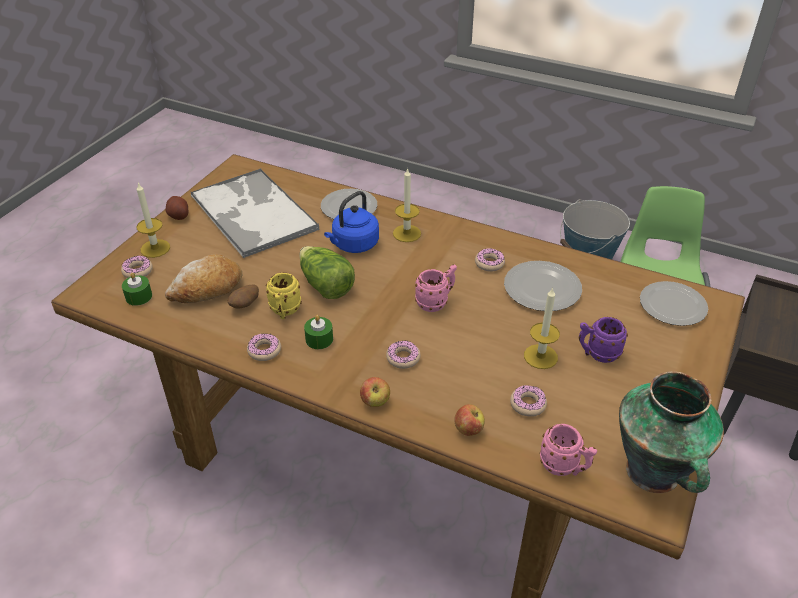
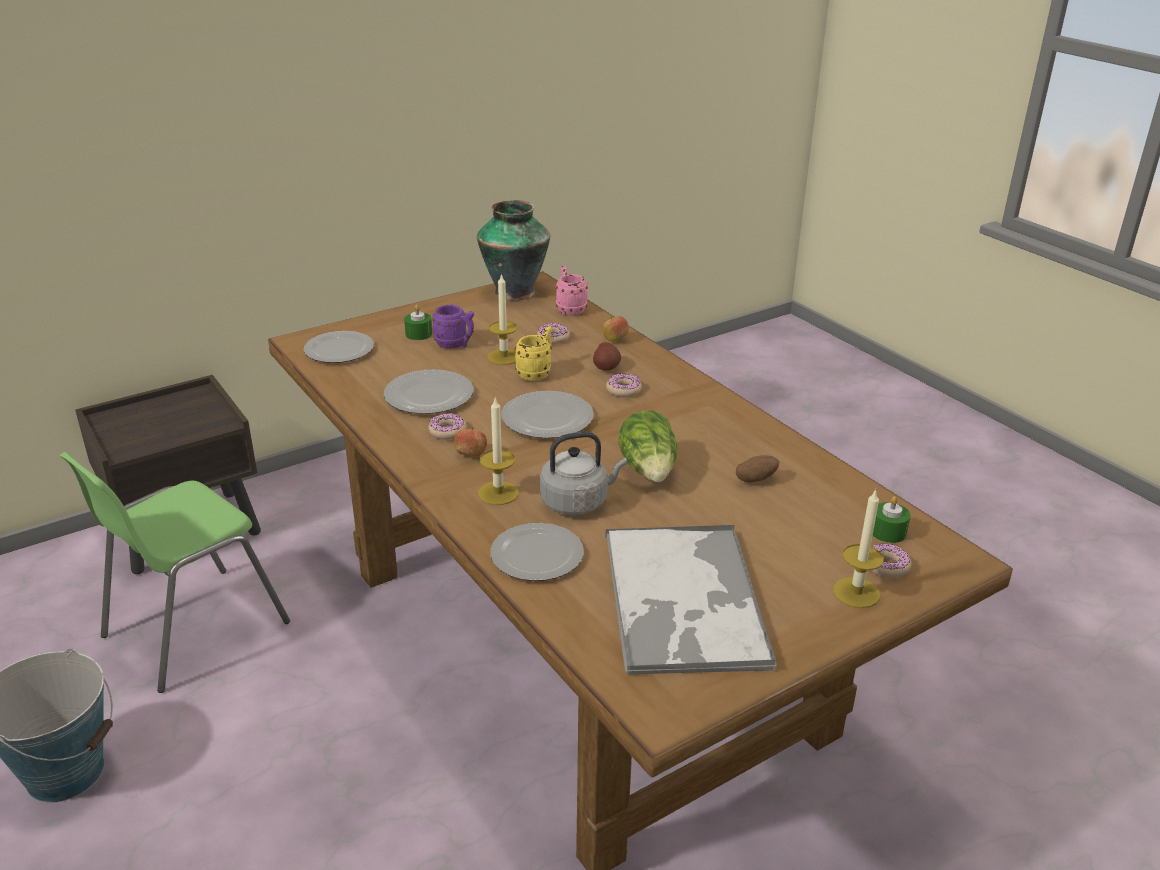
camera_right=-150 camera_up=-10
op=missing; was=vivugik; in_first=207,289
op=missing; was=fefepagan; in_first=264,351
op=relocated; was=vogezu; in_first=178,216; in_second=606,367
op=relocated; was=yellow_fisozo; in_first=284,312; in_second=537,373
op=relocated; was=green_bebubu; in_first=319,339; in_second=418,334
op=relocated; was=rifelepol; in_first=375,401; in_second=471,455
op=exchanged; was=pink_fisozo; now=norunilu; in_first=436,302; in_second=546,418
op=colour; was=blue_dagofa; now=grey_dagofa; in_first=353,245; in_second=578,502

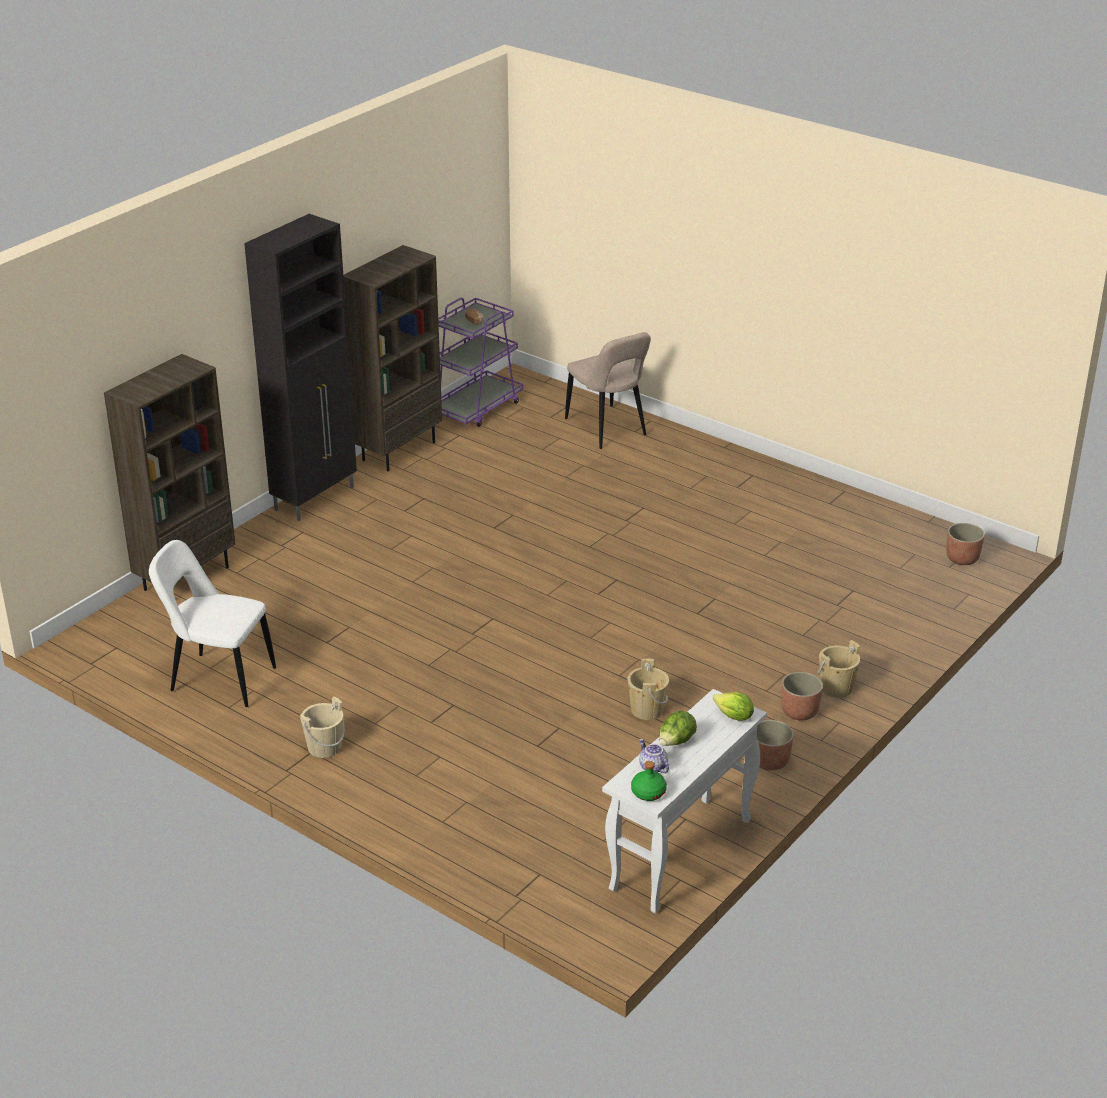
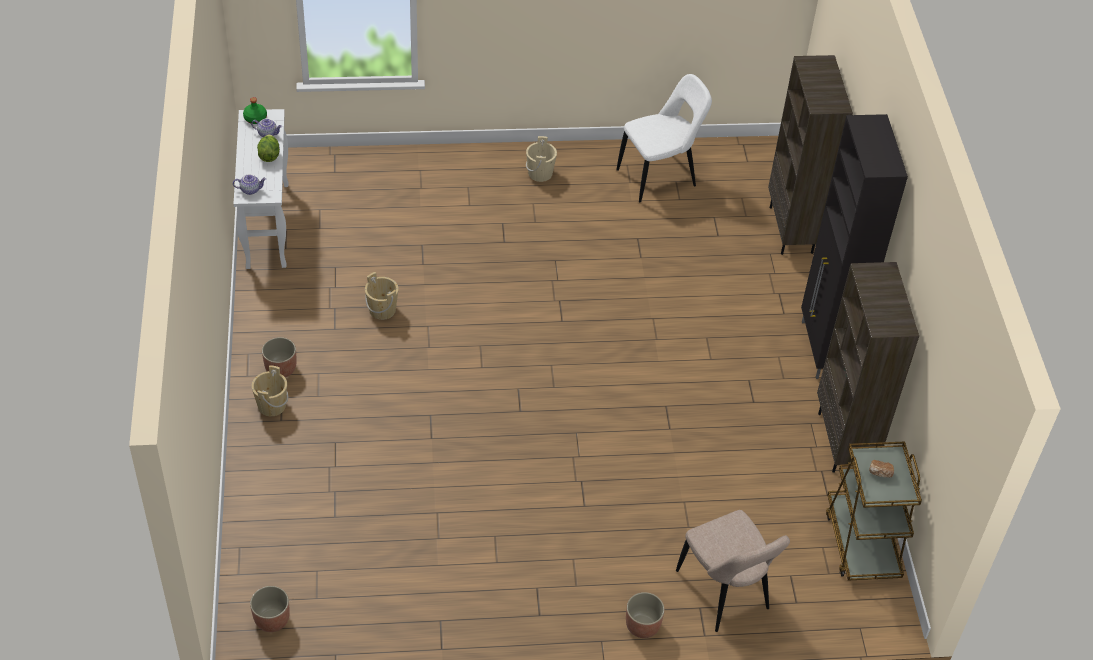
camera_right=135 camera_up=15
op=relocated; was=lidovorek; in_first=770,761; in_second=642,626
op=exchanged; was=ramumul; now=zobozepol; in_first=734,716; in_second=250,189
op=colour; was=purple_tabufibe; now=brown_tabufibe; in_first=477,408; in_second=862,542
op=spun; was=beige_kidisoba; in_first=607,429; in_second=725,593; clockwise=-135

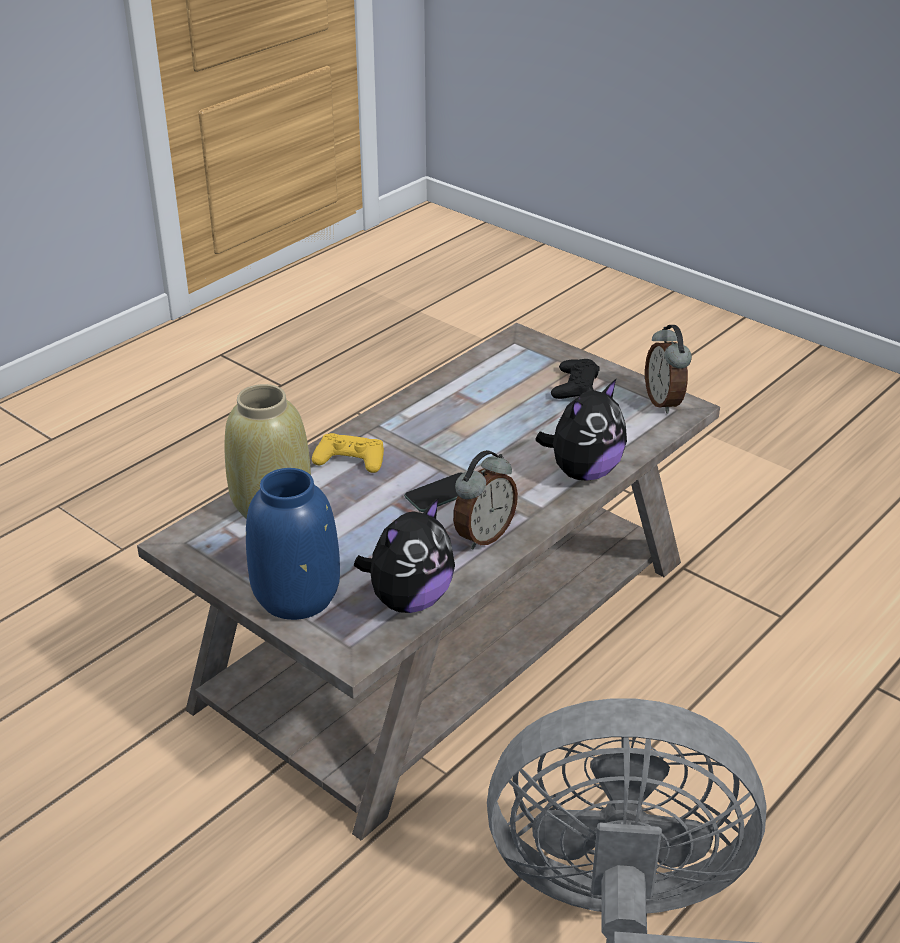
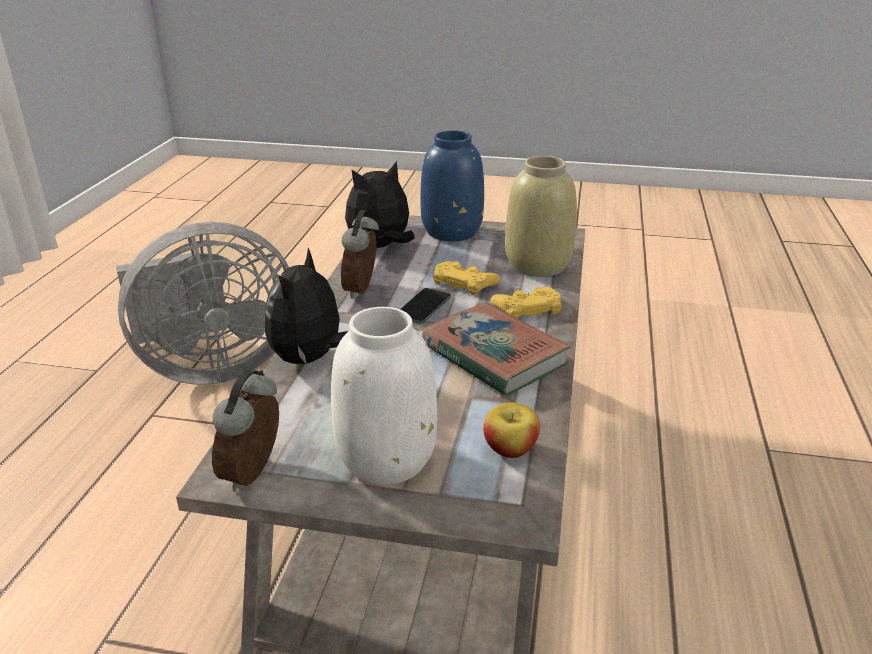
camera_right=150 camera_up=-5
op=appeared; now=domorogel; in_second=493,355
op=appeared; now=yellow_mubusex; in_second=464,283
op=appeared; now=rifelepol; in_second=510,449
op=exchanged; was=black_mubusex; now=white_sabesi; in_first=575,386; in_second=385,458
op=spun; was=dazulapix; in_first=409,600; in_second=380,247; clockwise=45
op=spun; was=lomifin; in_first=664,402; in_second=255,474; clockwise=-120

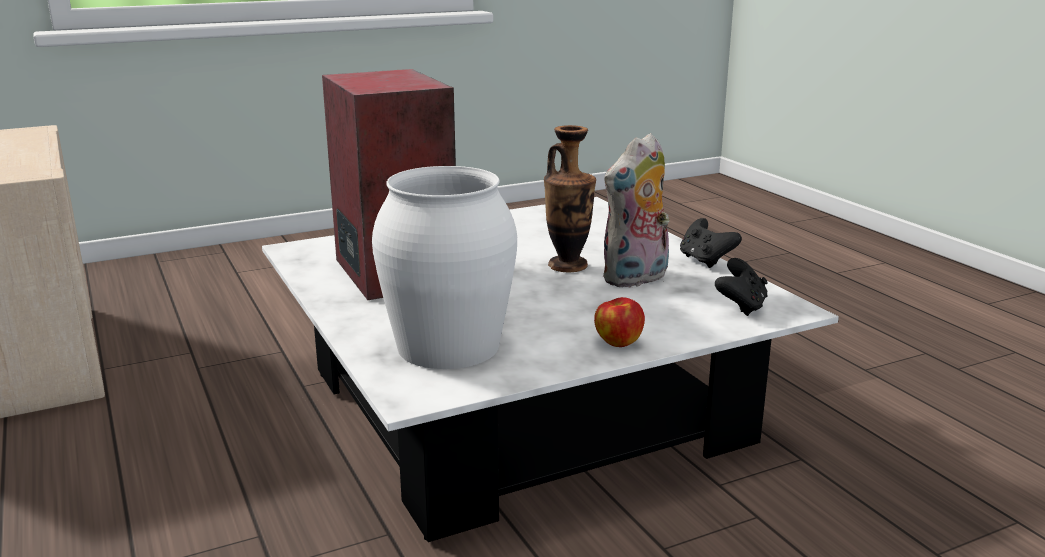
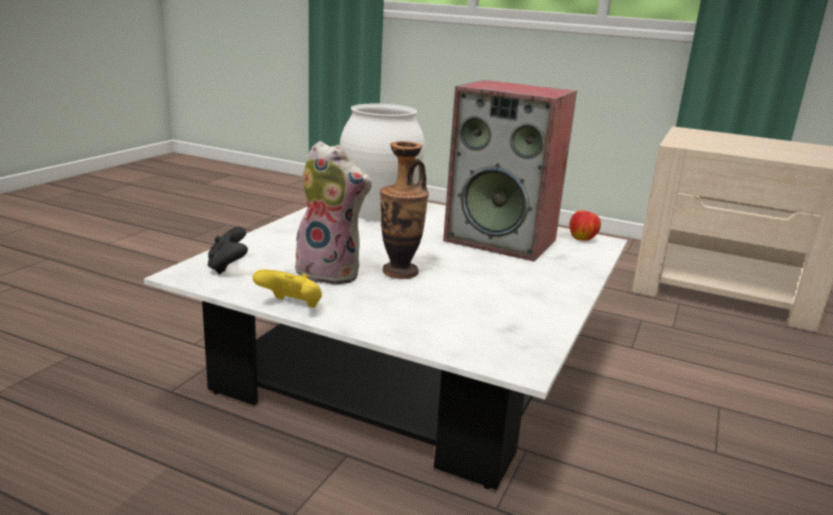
camera_right=140 camera_up=0
op=relocated; was=rifelepol; in_first=618,342; in_second=582,239
op=colour; was=black_mubusex; now=yellow_mubusex; in_first=705,261; in_second=291,307
op=spun; was=dazulapix; in_first=636,279; in_second=332,273; clockwise=105

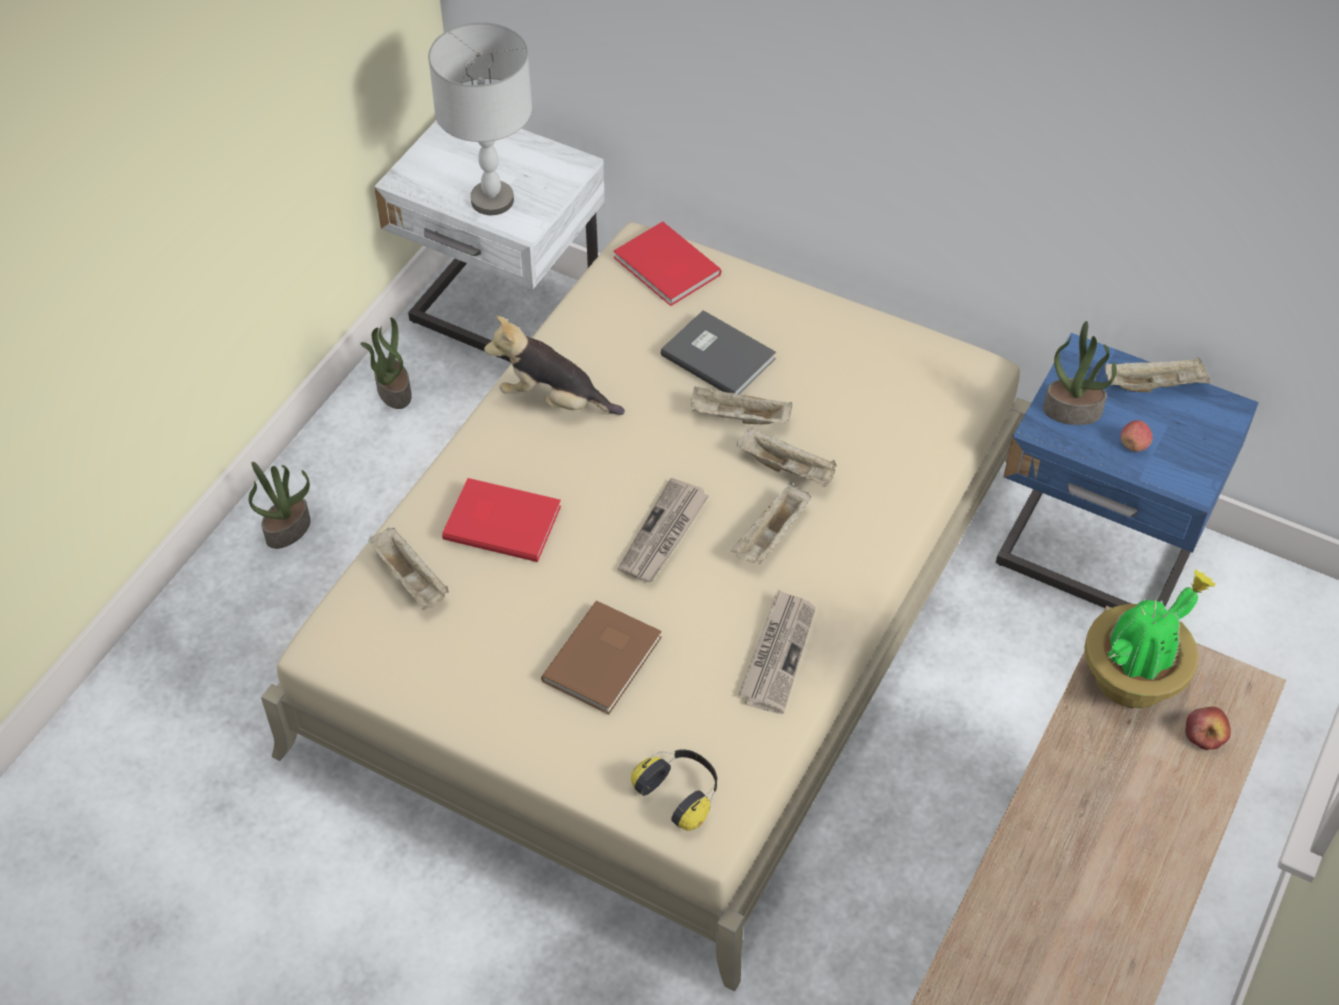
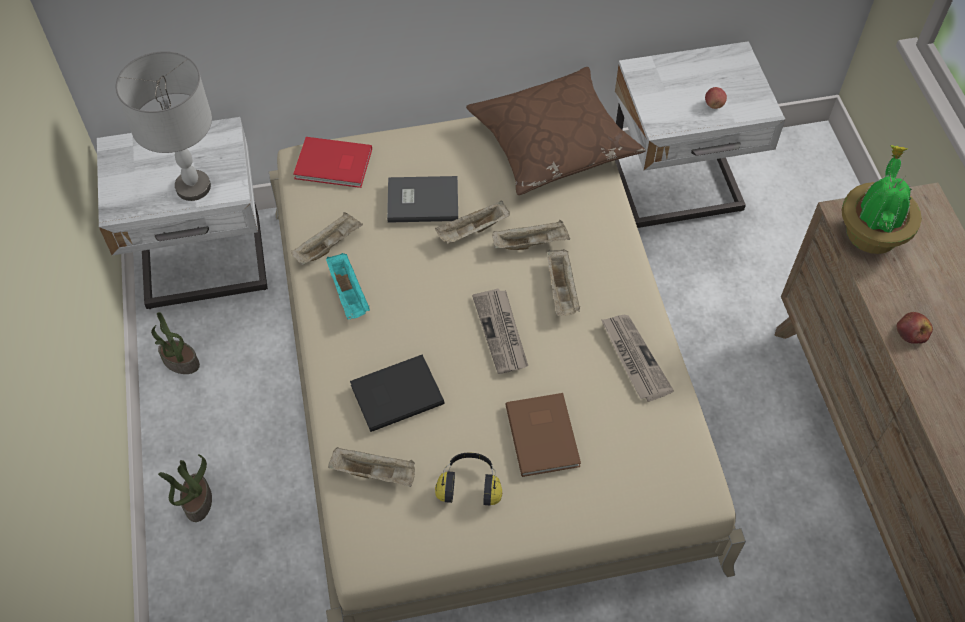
camera_right=-40 camera_up=5
op=missing; was=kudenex; in_first=1073,410
op=appeared; now=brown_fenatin; in_second=553,142
op=relocated; was=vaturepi; in_first=681,793; in_second=470,484
op=relocated; was=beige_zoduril; in_first=1154,385; in_second=328,246
op=relocated; was=rifelepol; in_first=1205,733; in_second=912,332
op=exchanged; was=dazulapix; now=turquoise_zoduril; in_first=554,400; in_second=349,294
op=colour; was=red_domorogel; now=black_domorogel; in_first=501,520; in_second=395,393
op=colour; was=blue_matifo; now=white_matifo; in_first=1096,556; in_second=678,189

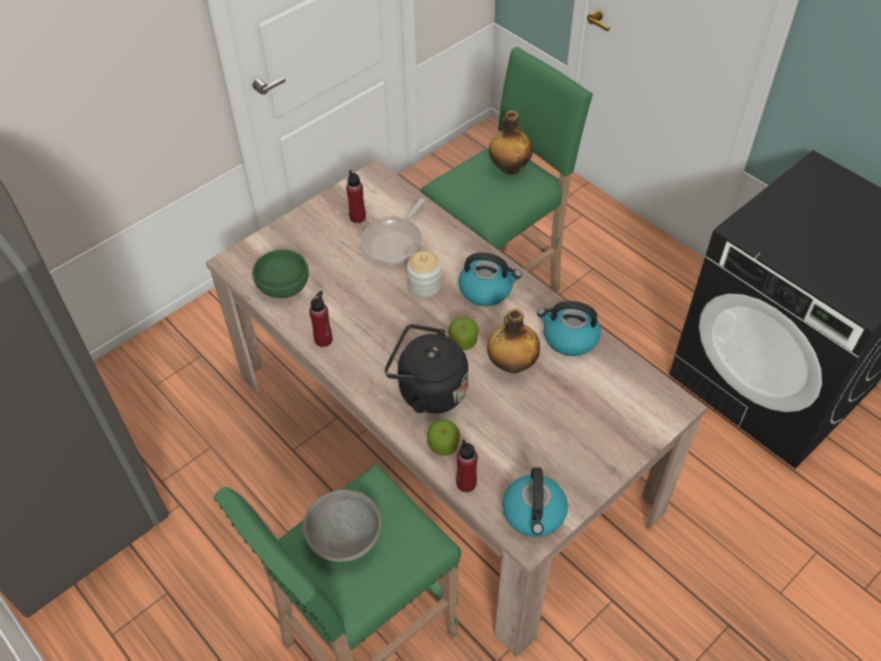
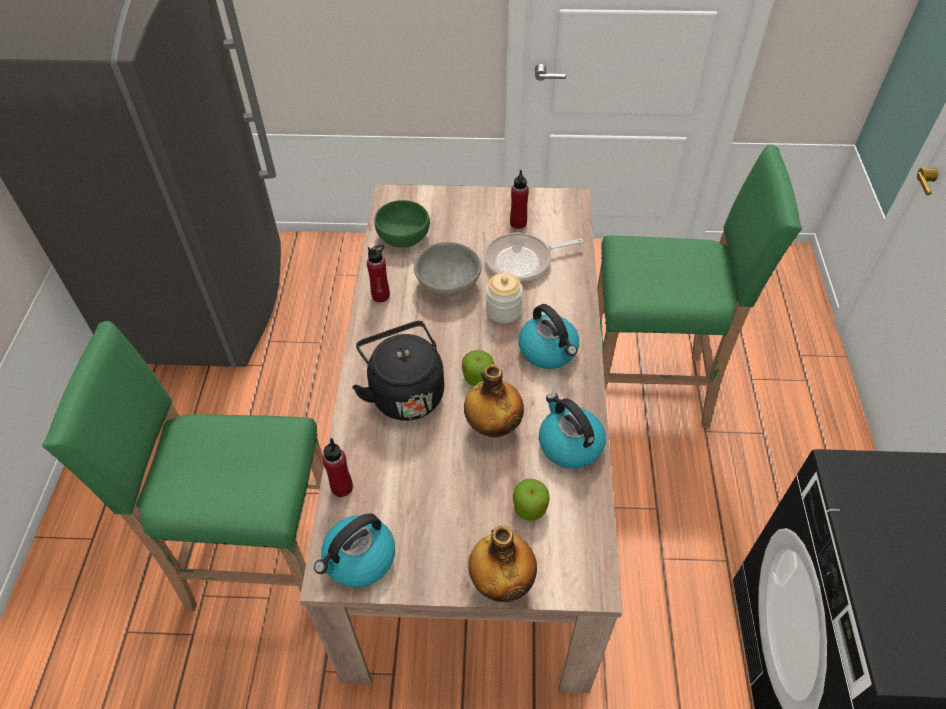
camera_right=45 camera_up=0
op=relocated; was=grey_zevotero; in_first=345,536; in_second=449,283
op=relocated; was=rifelepol; in_first=443,445; in_second=530,507
op=relocated; was=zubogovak; in_first=509,168; in_second=502,581

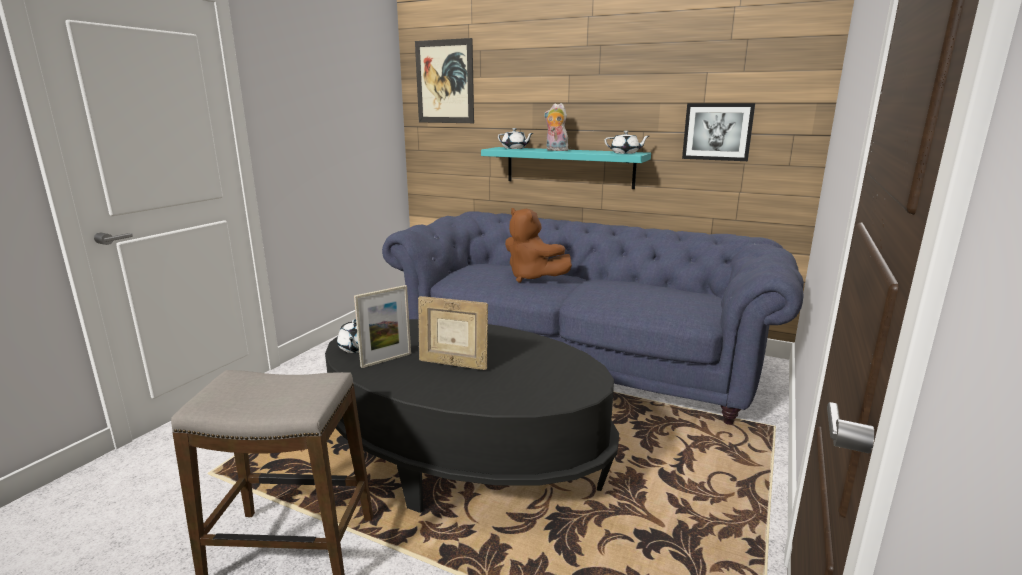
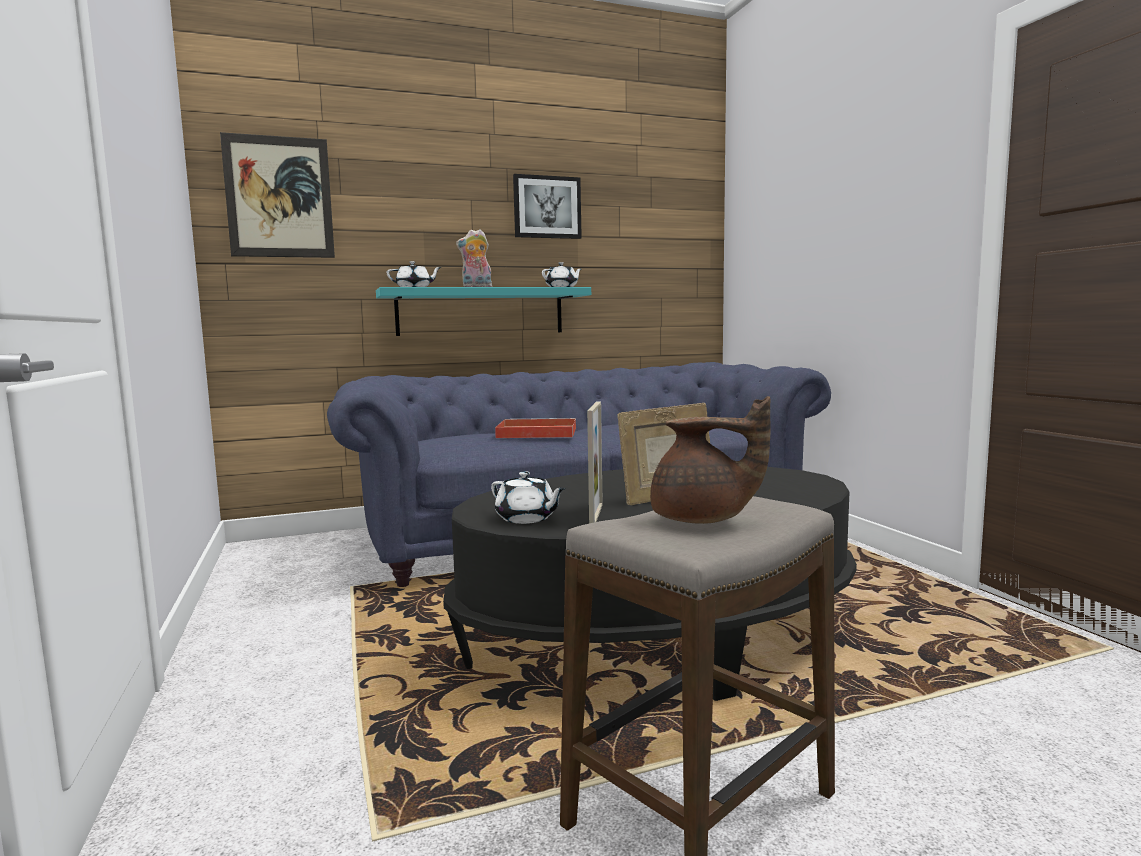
camera_right=-45 camera_up=-10
op=appeared; now=brown_zobozepol; in_second=702,519
op=relocated; was=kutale; in_first=717,131; in_second=547,207
op=exchanged; was=brown_dazulapix; now=red_zoduril; in_first=532,277; in_second=535,433

